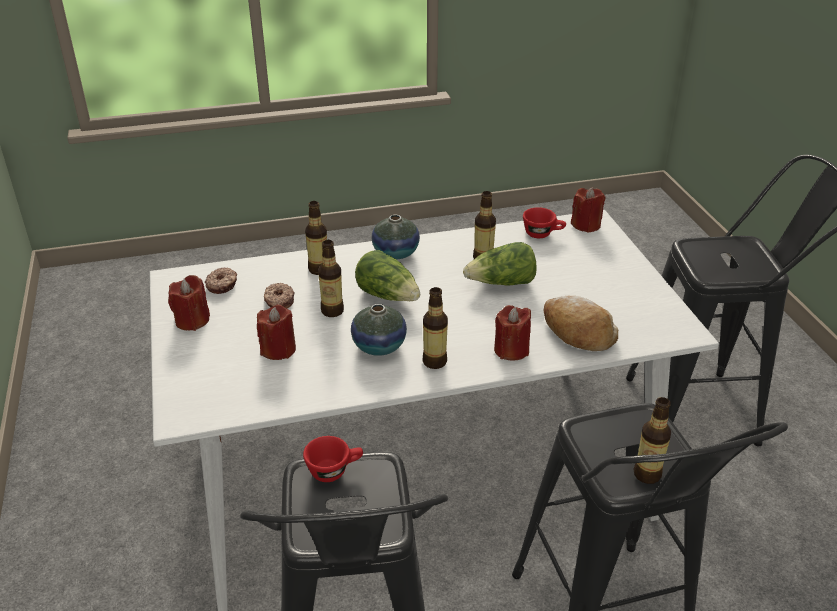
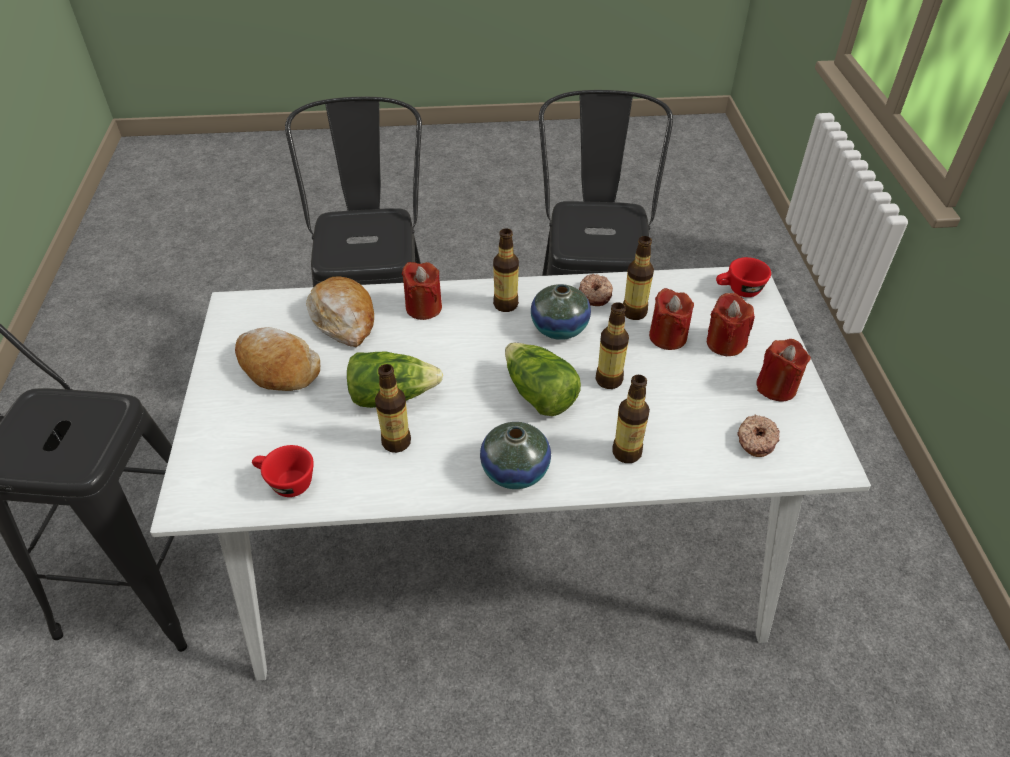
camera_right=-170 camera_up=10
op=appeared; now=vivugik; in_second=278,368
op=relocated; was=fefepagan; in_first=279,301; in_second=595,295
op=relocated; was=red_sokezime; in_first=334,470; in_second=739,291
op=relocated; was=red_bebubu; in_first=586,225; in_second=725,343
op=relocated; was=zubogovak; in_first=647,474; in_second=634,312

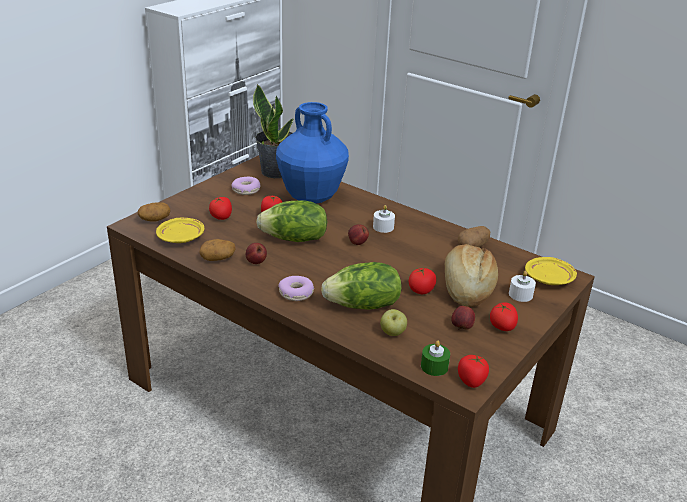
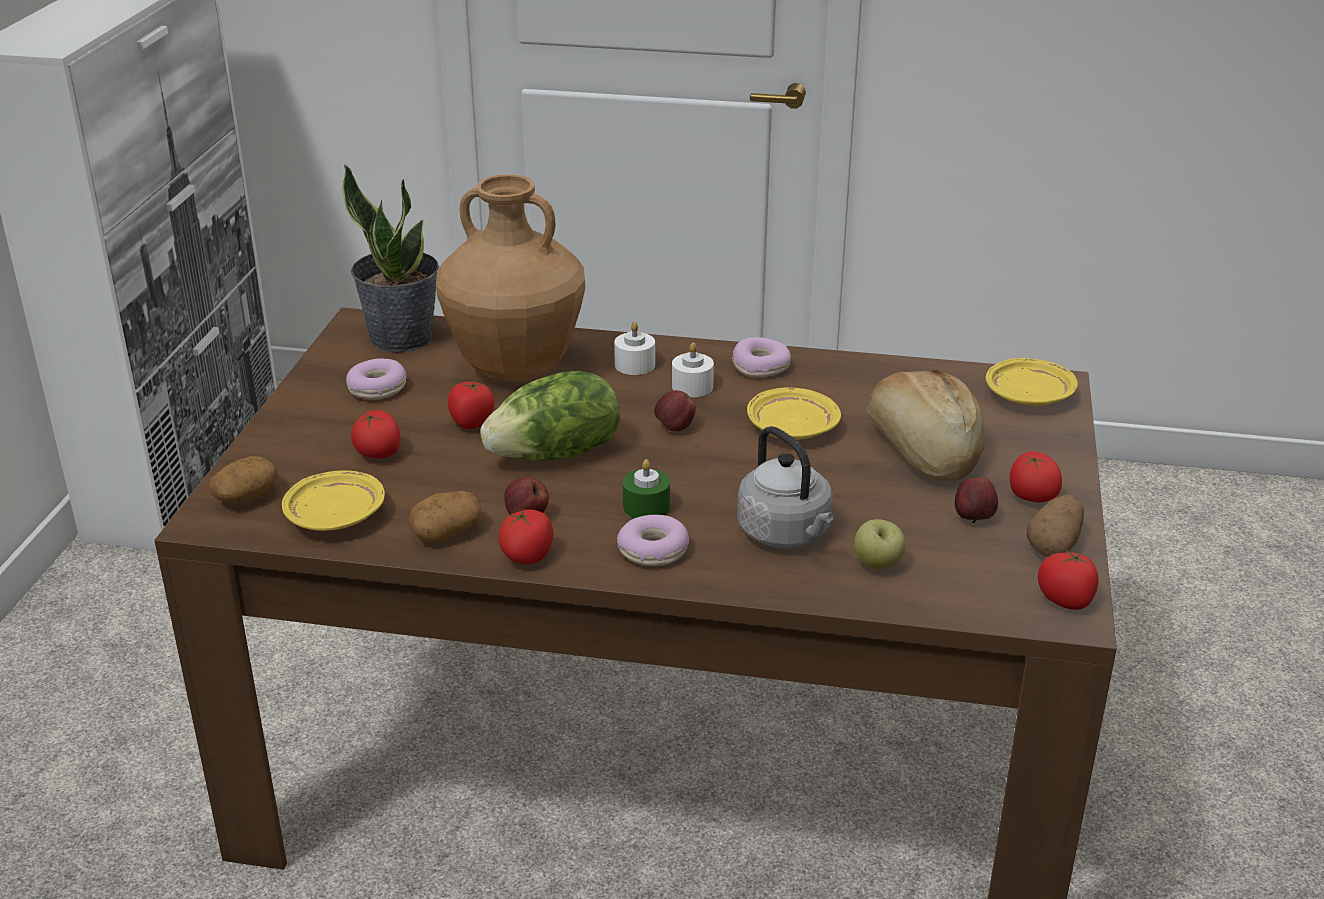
camera_right=-25 camera_up=0
op=appeared; now=fefepagan; in_second=760,367
op=appeared; now=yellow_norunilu; in_second=791,428
op=relocated; was=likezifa; in_first=421,290; in_second=527,556
op=relocated; was=green_bebubu; in_first=434,366; in_second=646,507
op=relocated; was=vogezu; in_first=472,246; in_second=1055,545
op=relocated; was=white_bebubu; in_first=520,294; in_second=635,365
op=exchanged; was=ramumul; now=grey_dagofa; in_first=363,305; in_second=787,534
op=colour; was=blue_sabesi; now=brown_sabesi; in_first=311,198; in_second=514,369

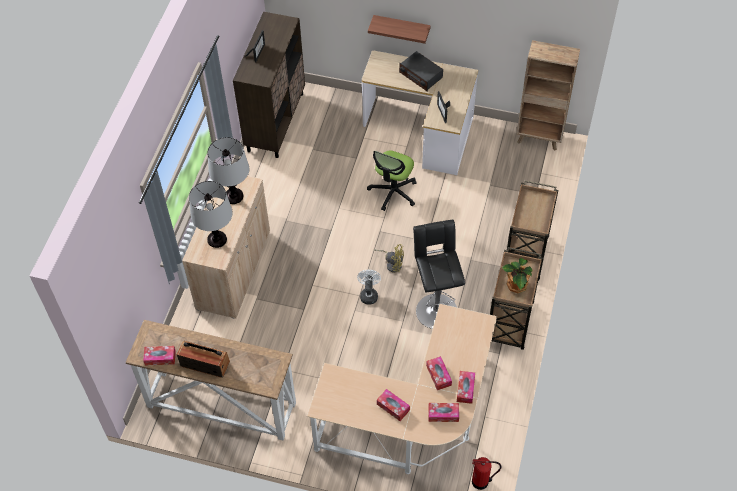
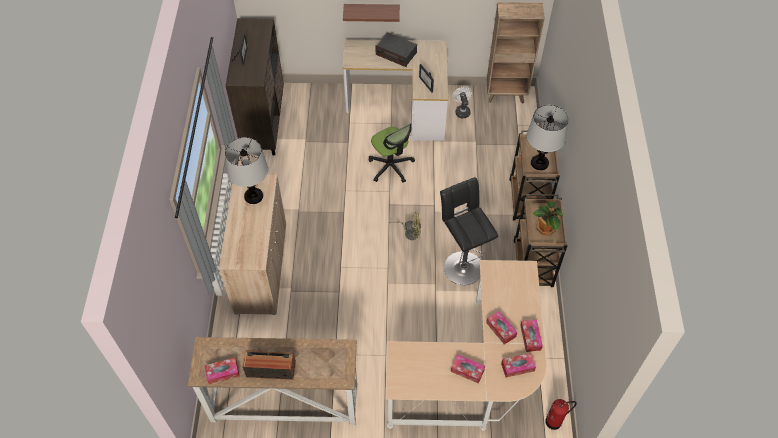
camera_right=-15 camera_up=0
op=relocated; was=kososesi; in_first=217,240; in_second=539,163
op=relocated; was=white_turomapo; in_first=369,294; in_second=461,111
op=spun; was=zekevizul; in_first=393,192; in_second=391,166; clockwise=-45

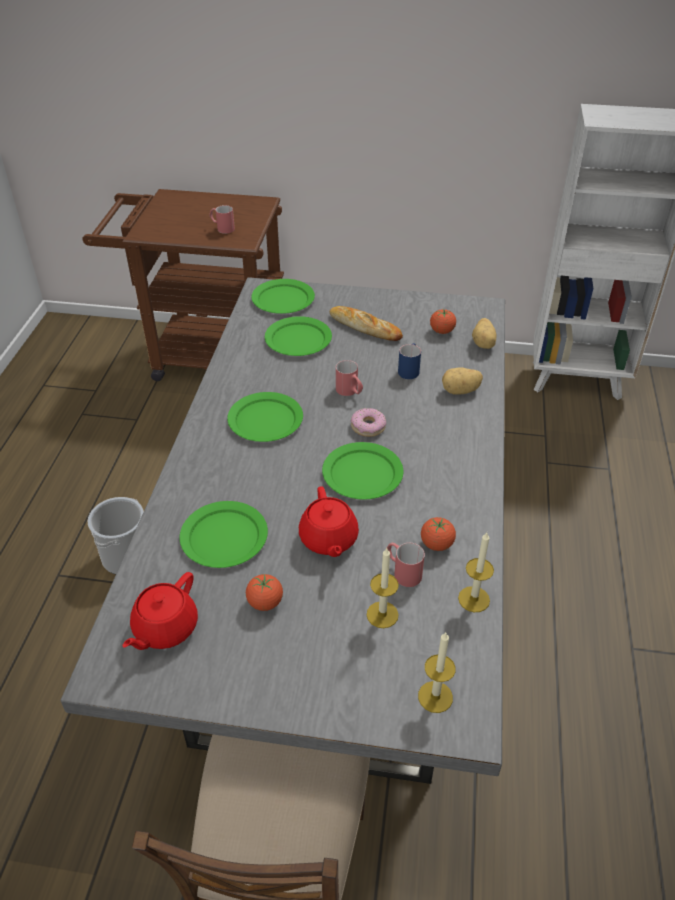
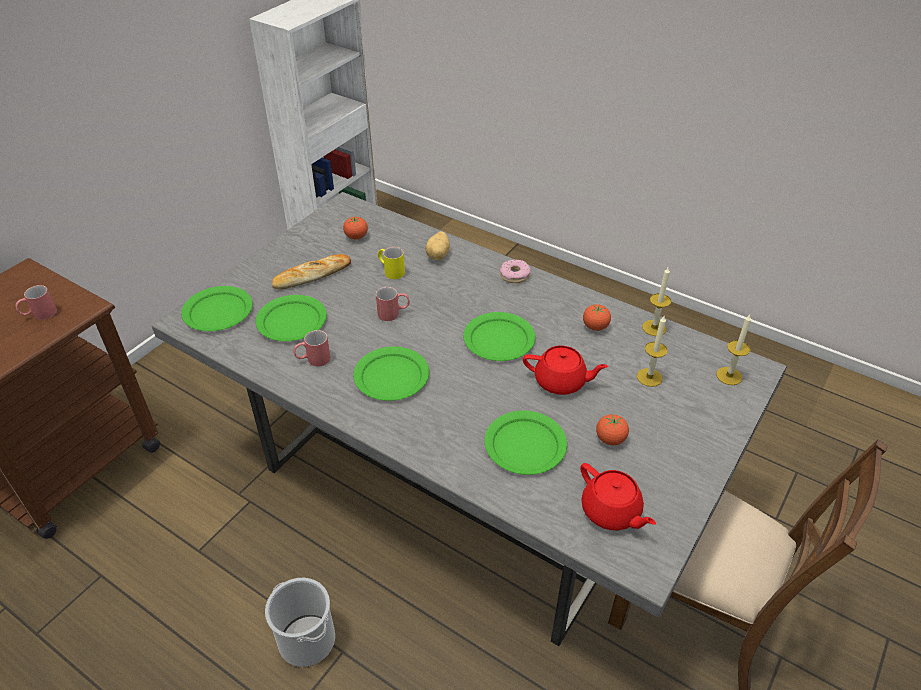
camera_right=-65 camera_up=0
op=missing; was=vogezu; in_first=483,343
op=relocated; was=fefepagan; in_first=368,427; in_second=514,275
op=relocated; was=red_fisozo; in_first=402,571; in_second=313,360
op=colour; was=blue_fisozo; now=yellow_fisozo; in_first=409,369; in_second=391,271

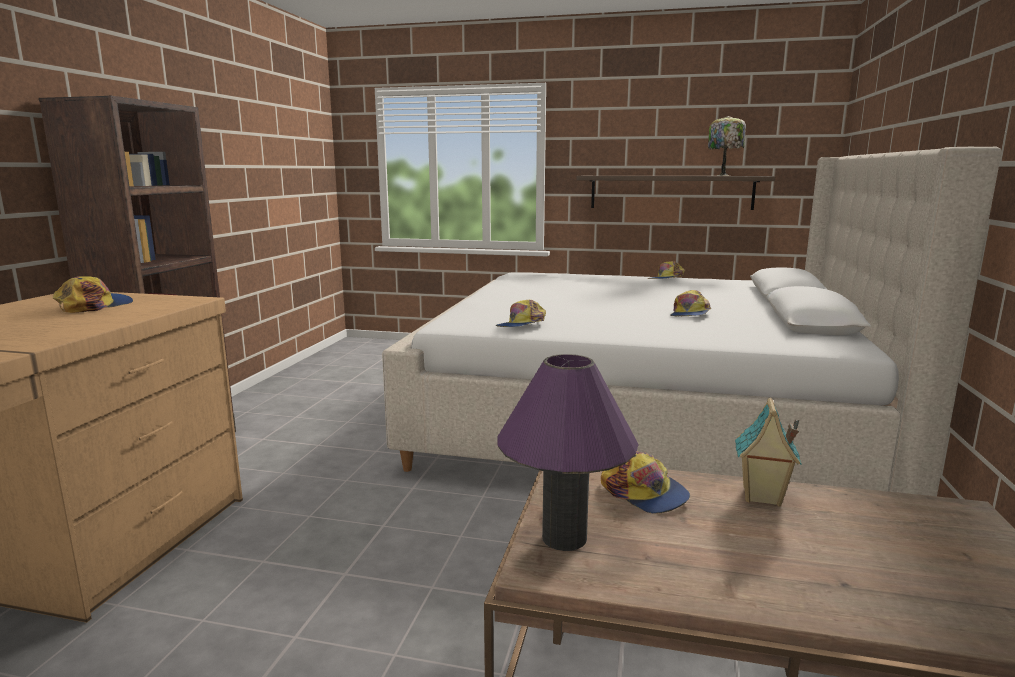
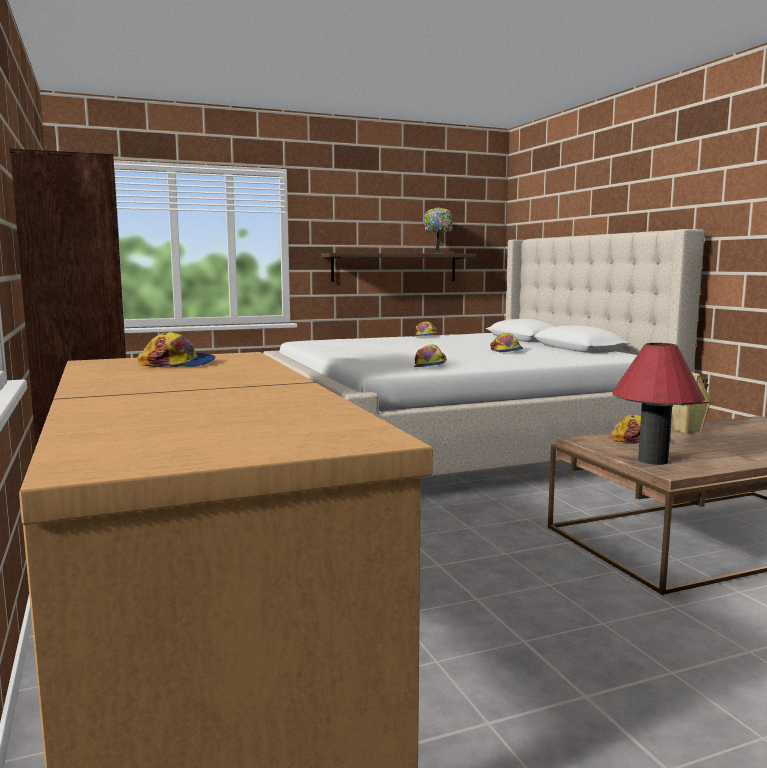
camera_right=-35 camera_up=-5
op=colour; was=purple_kososesi; now=red_kososesi; in_first=564,538; in_second=653,460
op=spun; was=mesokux; in_first=94,306; in_second=178,364; clockwise=105

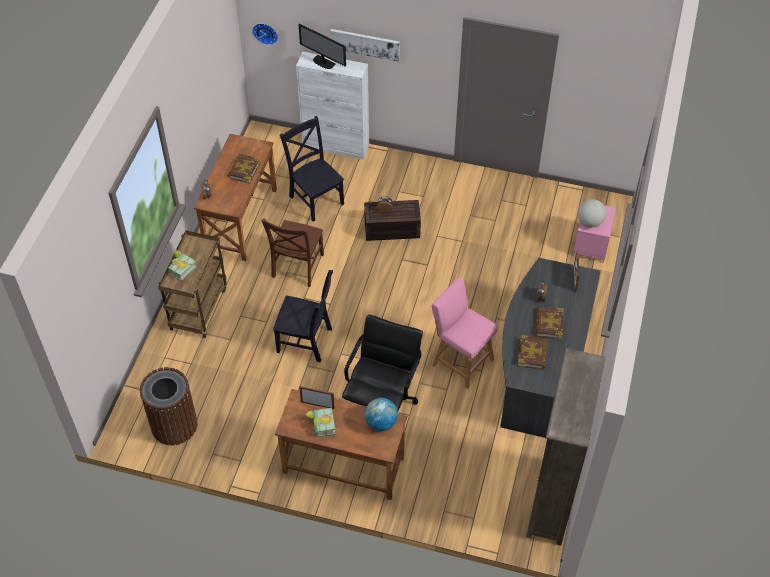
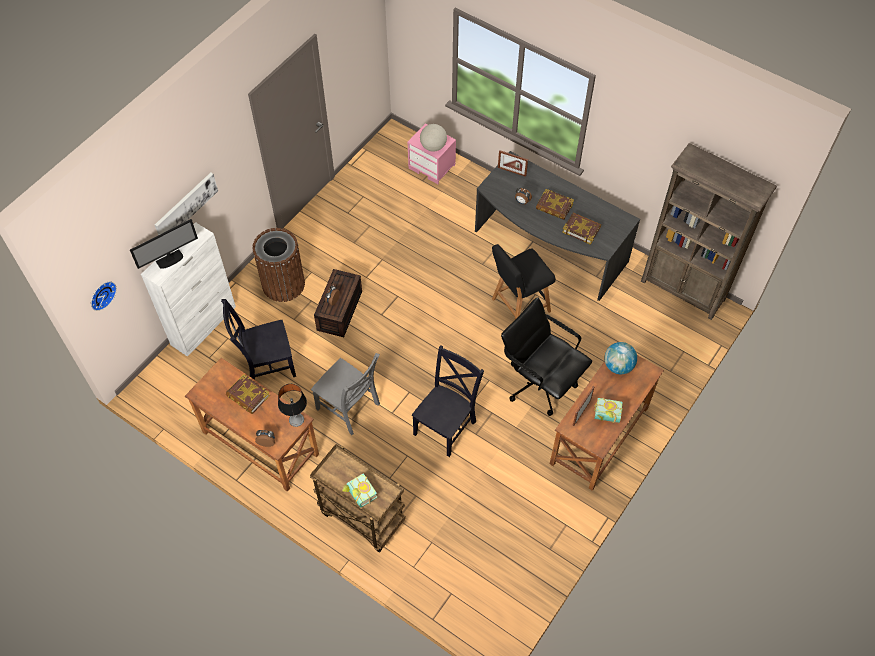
camera_right=-70 camera_up=5
op=appeared; now=kososesi; in_second=296,420
op=relocated; was=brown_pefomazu; in_first=174,425; in_second=283,284
op=colour; was=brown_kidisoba; now=grey_kidisoba; in_first=297,267; in_second=349,408
op=colour; was=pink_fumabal; now=black_fumabal; in_first=460,361; in_second=518,306

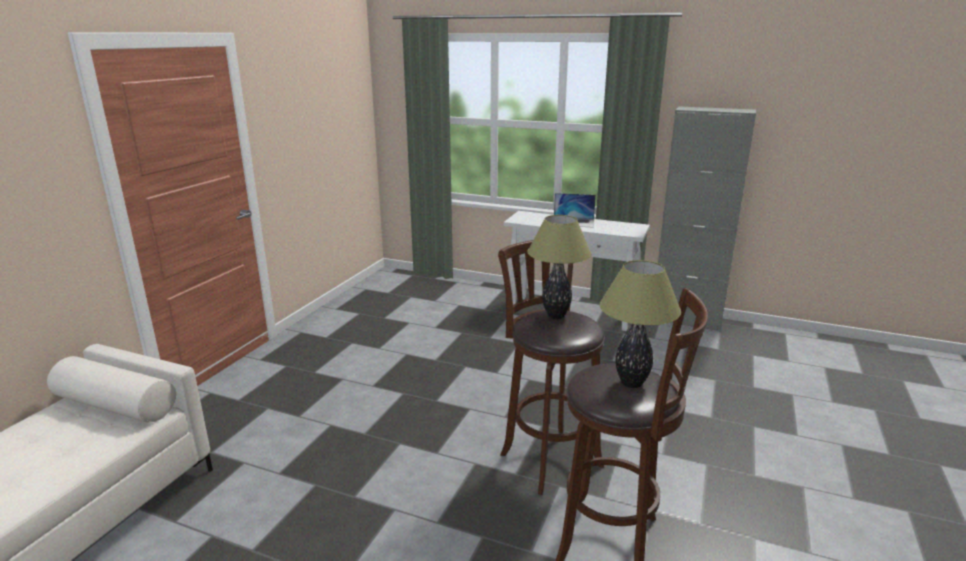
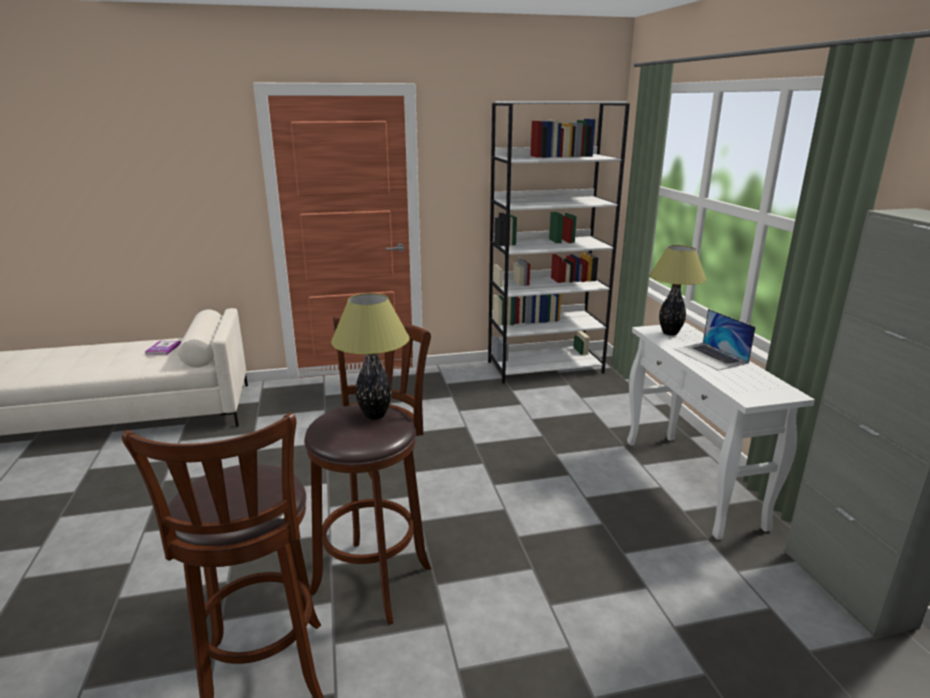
camera_right=55 camera_up=0
op=appeared; now=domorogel; in_second=163,349
op=appeared; now=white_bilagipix; in_second=545,367
op=relocated; was=kososesi; in_first=632,383; in_second=670,333

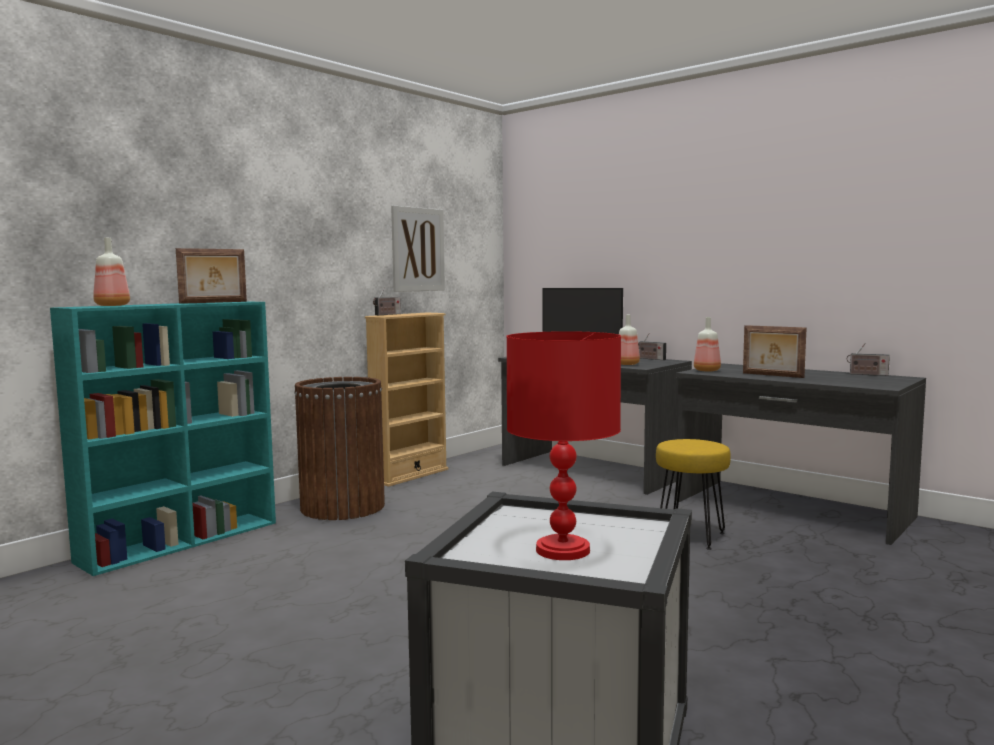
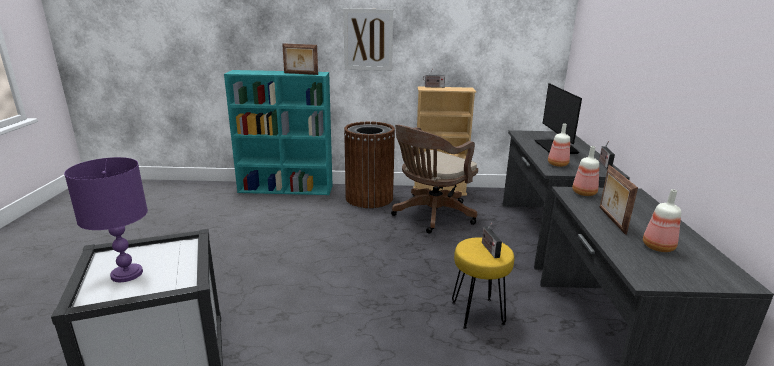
camera_right=50 camera_up=15
op=appeared; now=brown_zekevizul; in_second=431,215
op=relocated; was=zubogovak; in_first=111,305; in_second=657,246
op=relocated; was=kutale; in_first=418,249; in_second=368,40
op=relocated; was=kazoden; in_first=866,374; in_second=489,249
op=colour; was=red_kososesi; now=purple_kososesi; in_first=564,550; in_second=126,274

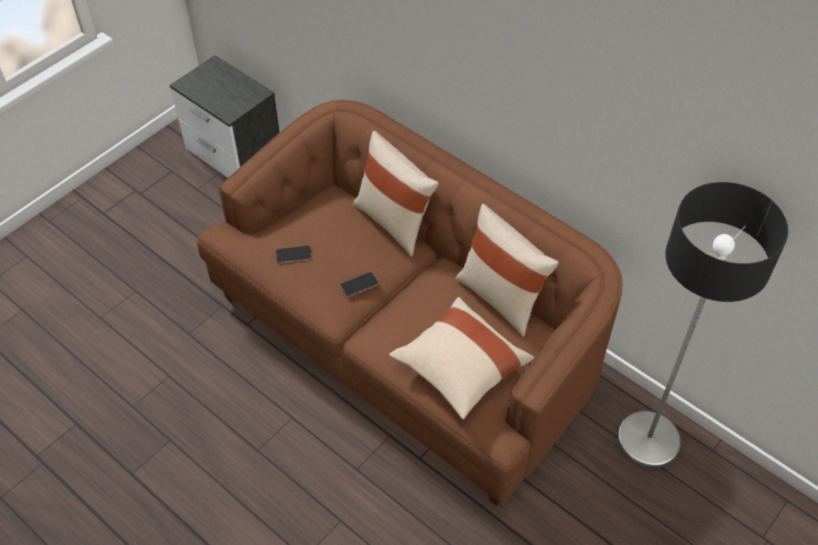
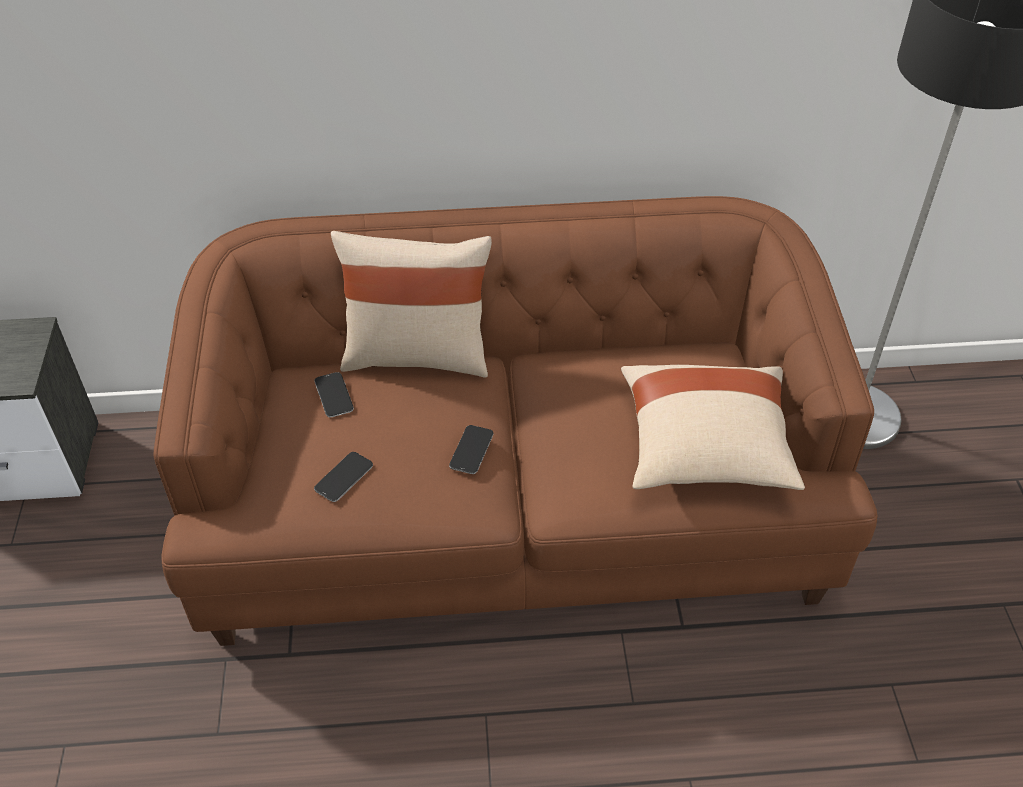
camera_right=-45 camera_up=-5
op=missing; was=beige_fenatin; in_first=501,298
op=appeared; now=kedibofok; in_second=334,395

